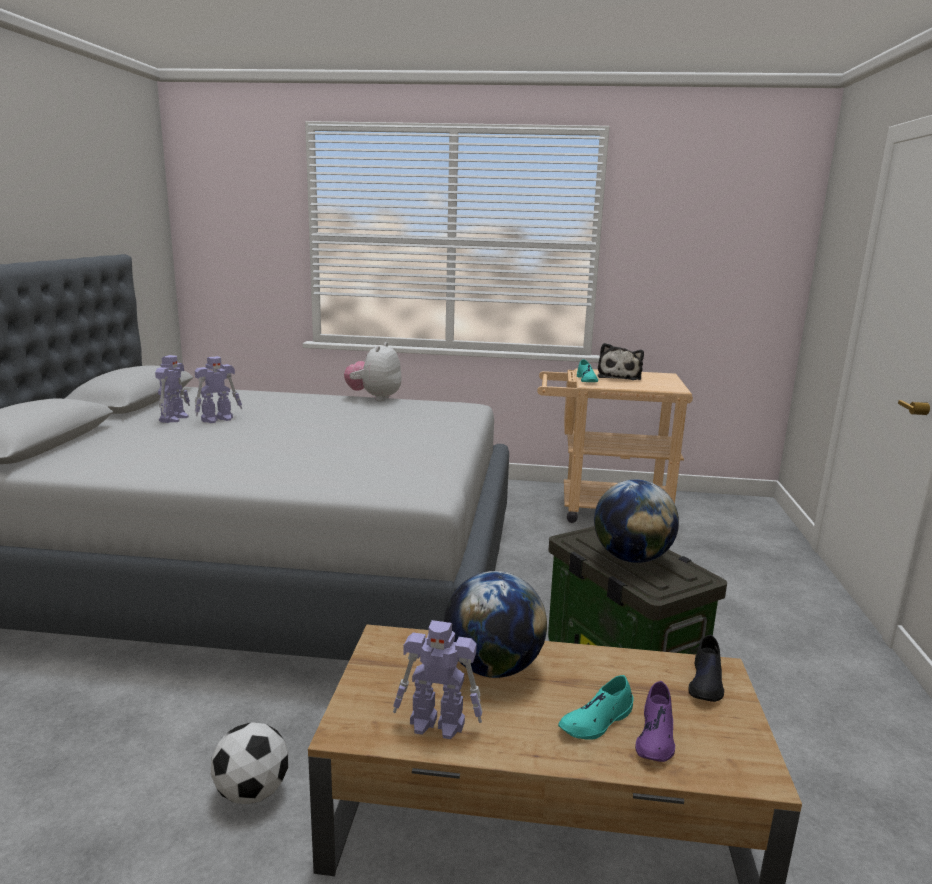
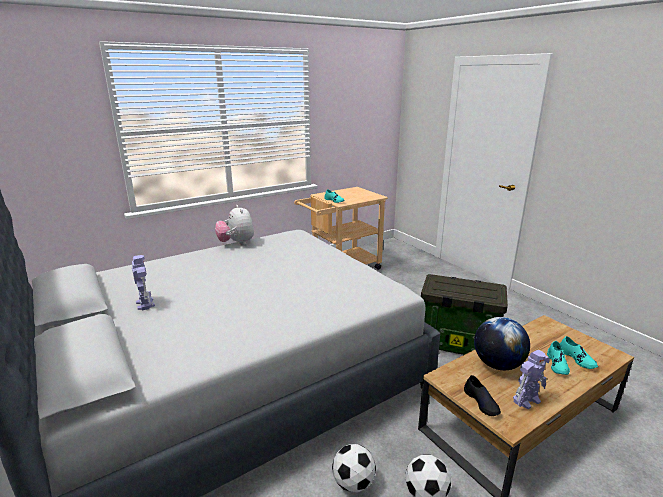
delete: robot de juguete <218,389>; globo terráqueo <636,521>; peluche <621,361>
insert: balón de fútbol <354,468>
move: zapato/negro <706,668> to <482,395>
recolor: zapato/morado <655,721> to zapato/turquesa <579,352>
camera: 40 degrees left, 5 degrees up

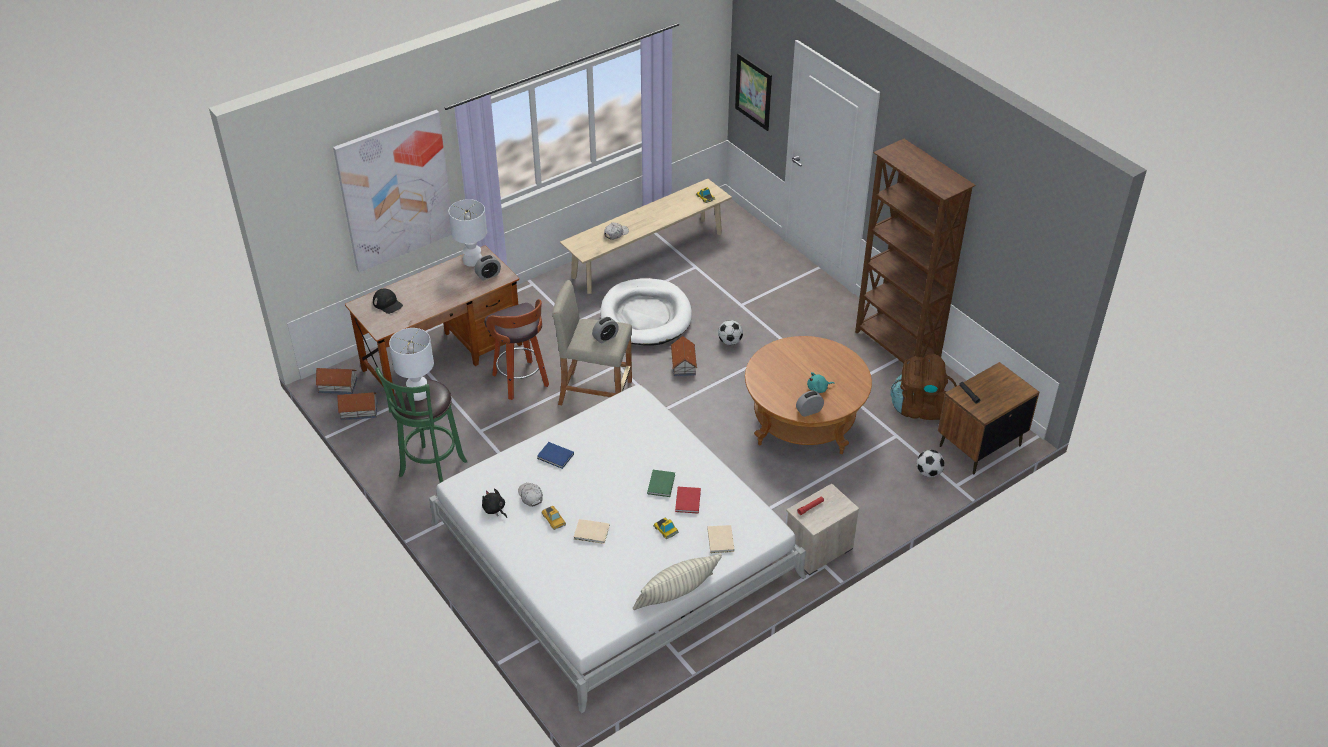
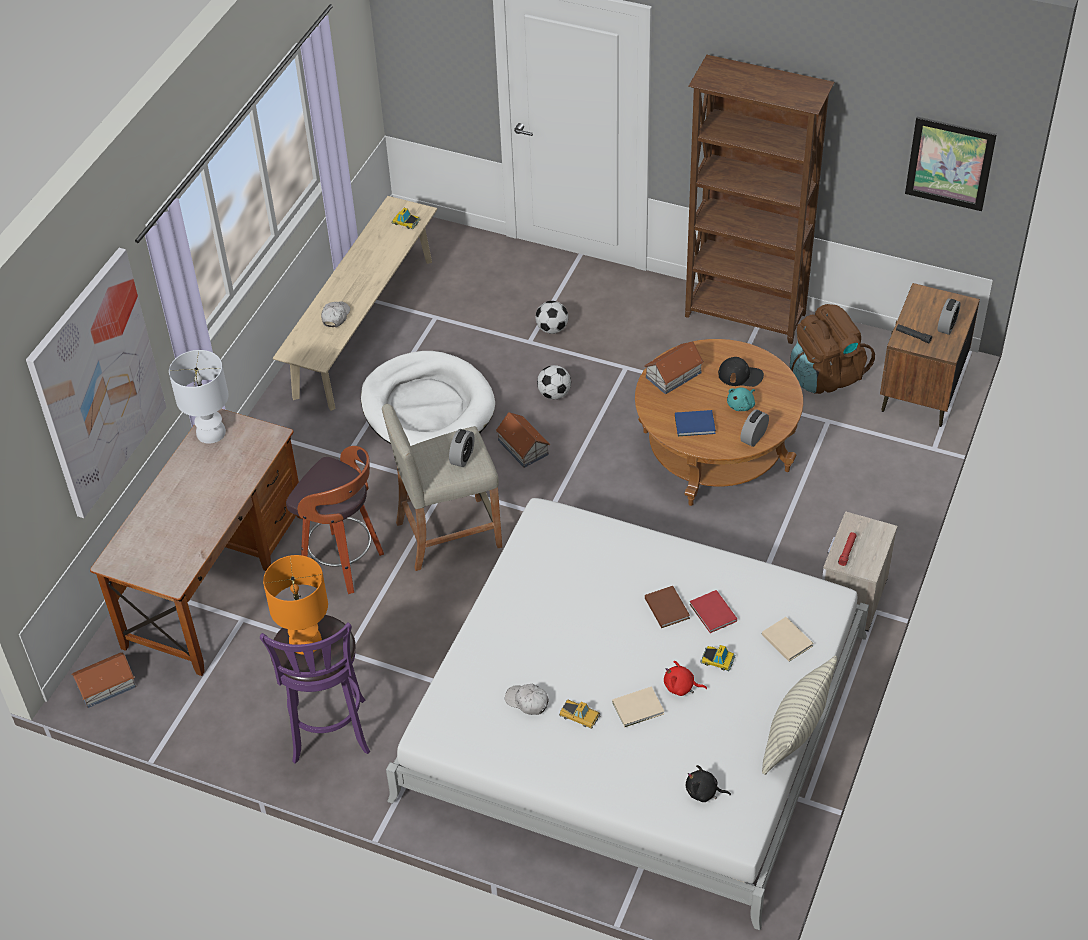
insert: peluche/rojo <685,678>
move: casita <357,406> to <674,368>; gorra/negro <388,301> to <741,372>; despertador <487,267> to <949,317>; peluche/negro <494,503> to <708,783>; libro/azul <555,455> to <695,423>; cuadro <753,92> to <951,164>; balón de fútbol <931,463> to <551,317>
recolor: taburete/verde <421,425> to taburete/morado <315,689>; lámpara de mesa/blanco <411,364> to lámpara de mesa/naranja <295,605>; libro/verde <661,483> to libro/marrón <667,607>
camera: 30 degrees left, 5 degrees up

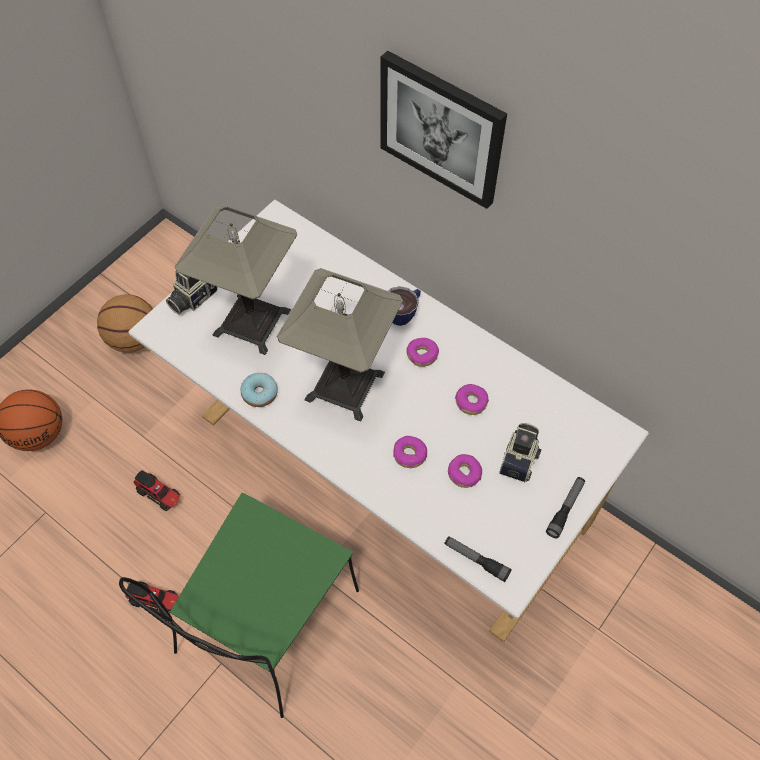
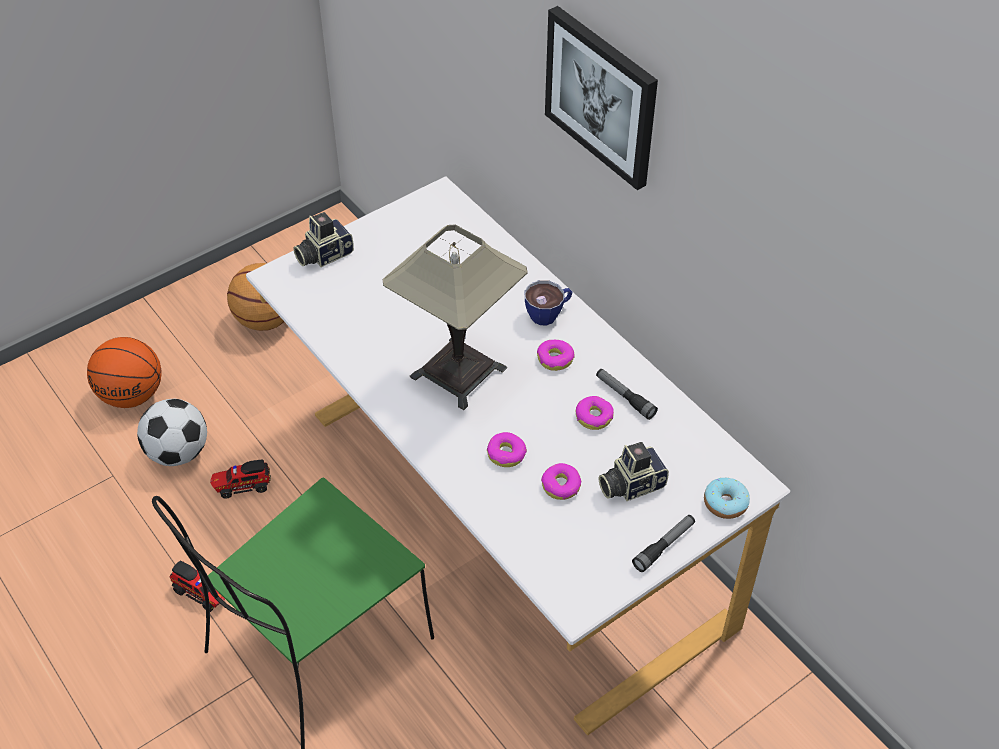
delete: lámpara de mesa <236,279>
insert: balón de fútbol <172,432>
move: rosquilla <259,390> to <727,498>; linterna <478,559> to <627,394>
rotate: camión de juguete <156,490> = <240,479> 120 degrees clockwise; cámara <520,452> = <634,471> 150 degrees counterclockwise
camera: 15 degrees right, 10 degrees down

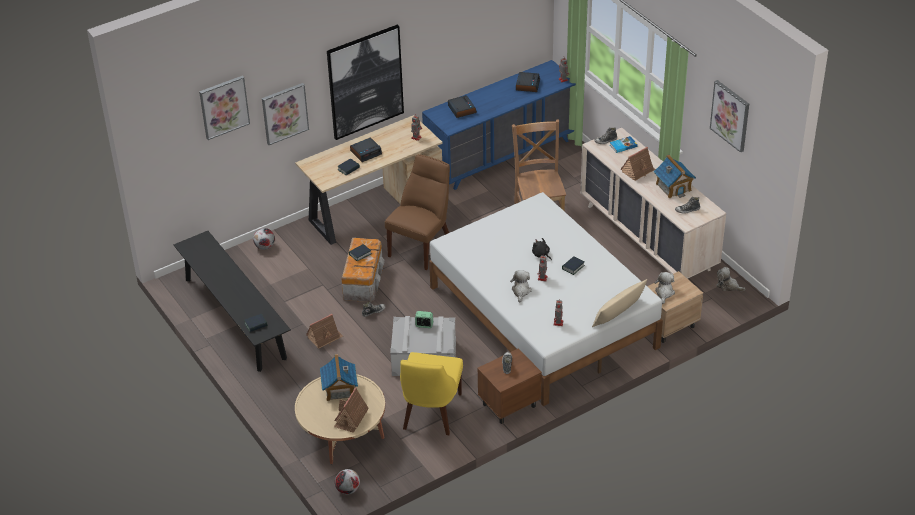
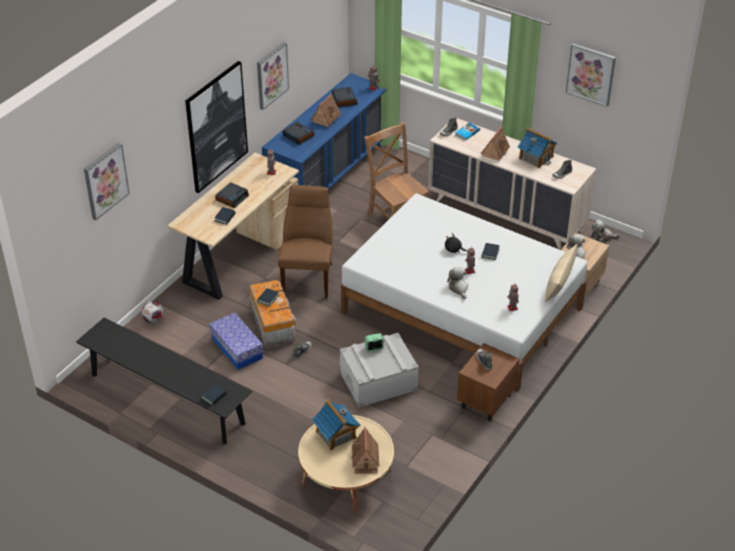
delete: balón de fútbol <347,482>; silla/amarillo <431,393>
insert: caja de almacenaje <236,341>
move: cuadro <285,114> to <273,76>; casita <324,331> to <326,110>
camera: 25 degrees left, 0 degrees up

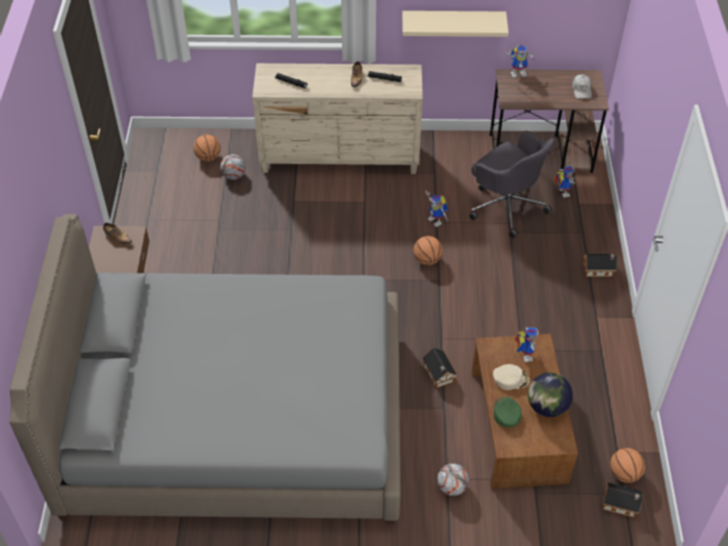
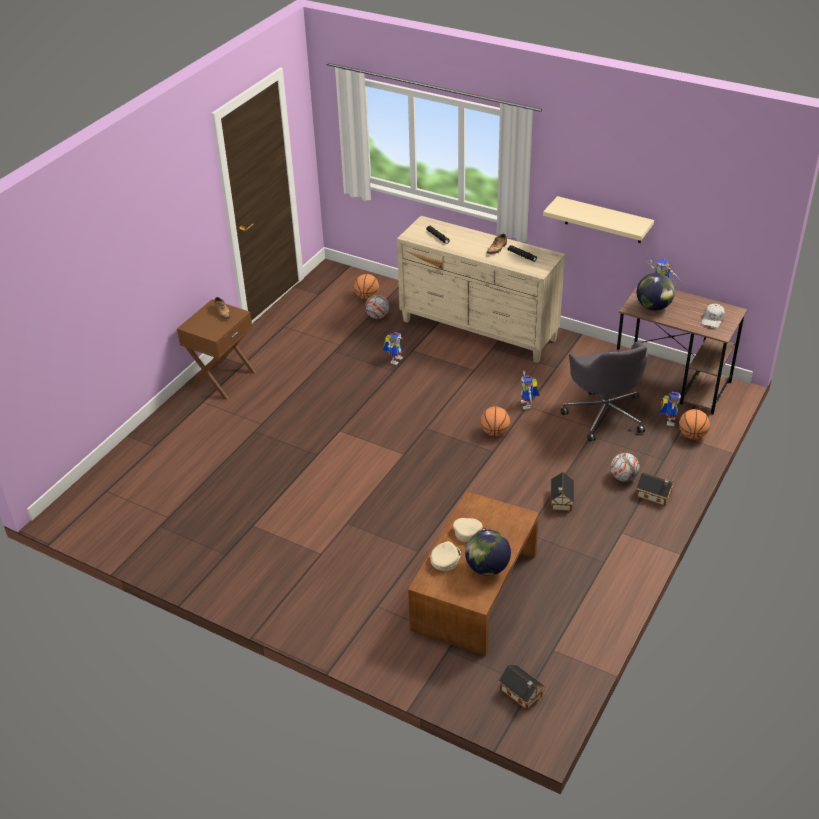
delete: cama/gris <204,369>
insert: globo terráqueo <656,292>
move: casita <440,368> to <562,491>; balón de fútbol <453,479> to <625,467>; robot de juguete <527,344> to <393,348>; balón de baloncesto <627,465> to <694,424>
recolor: gorra/verde <508,412> to gorra/beis <445,556>
camera: 30 degrees right, 10 degrees down

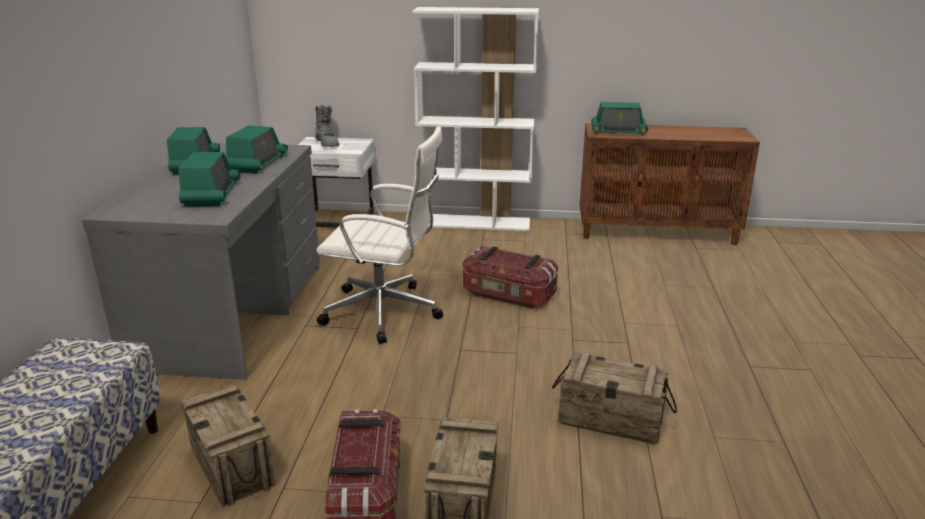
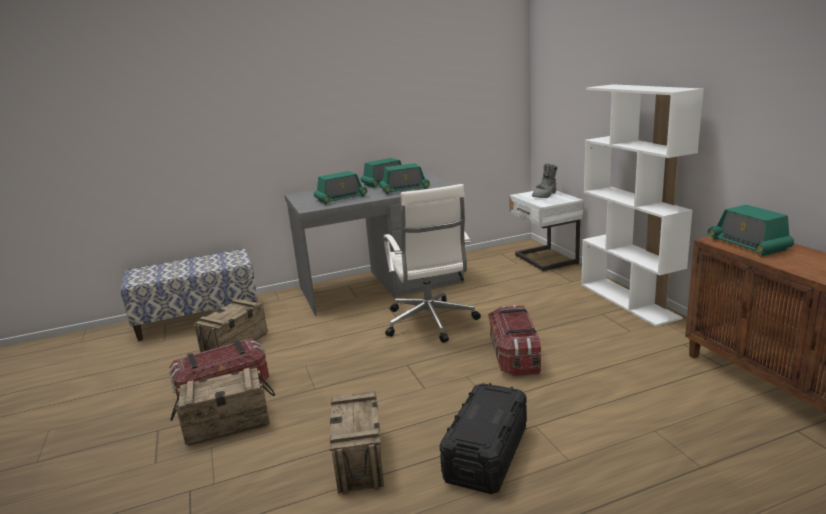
insert: caja de almacenaje/negro <483,438>
camera: 65 degrees right, 5 degrees down

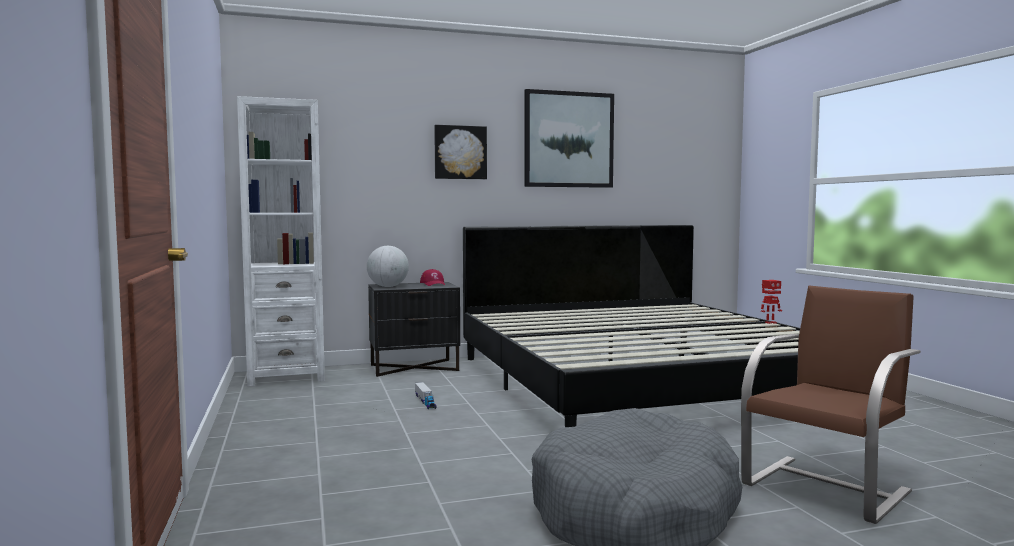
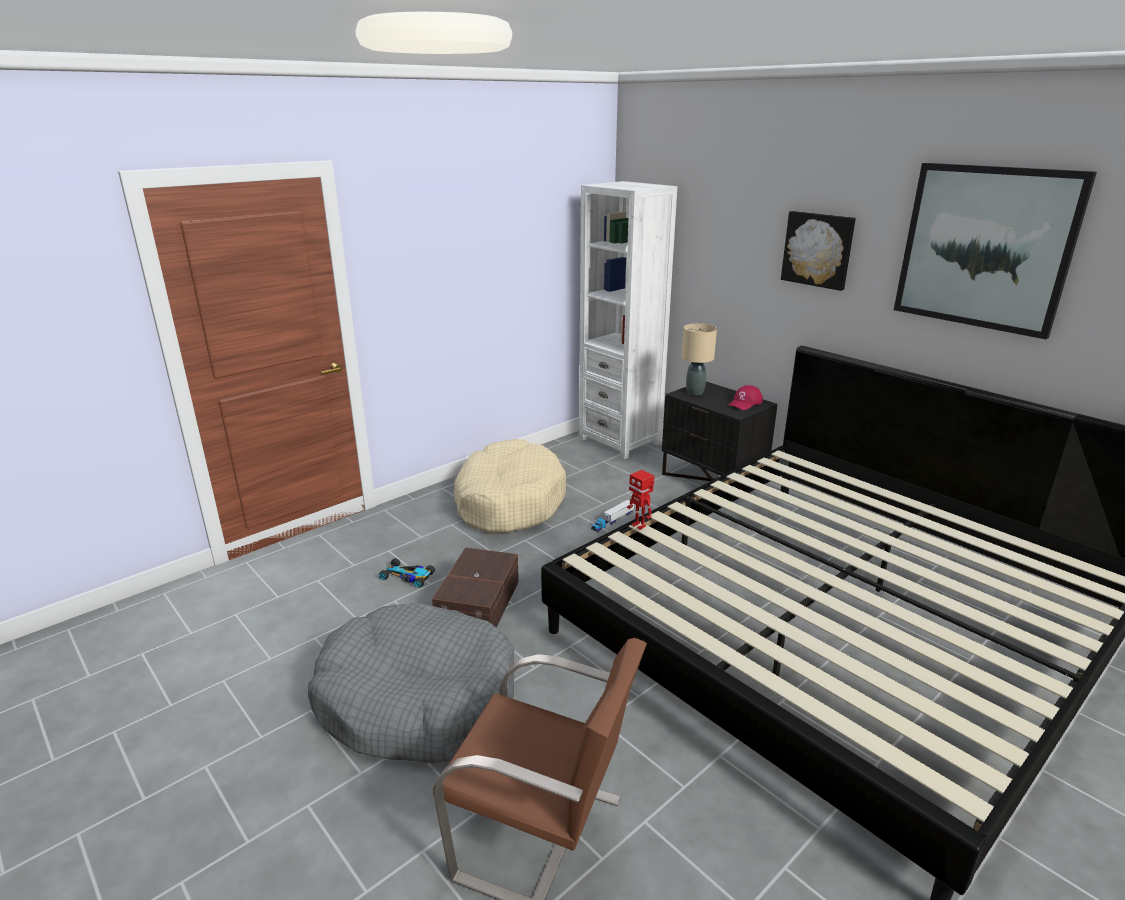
insert: coche de juguete <407,573>; caja de almacenaje/marrón <475,587>; cama para perro/beis <510,486>
move: robot de juguete <771,302> to <640,500>
replace: globo terráqueo <388,266> to lámpara de mesa/beis <699,359>
camera: 65 degrees right, 20 degrees up

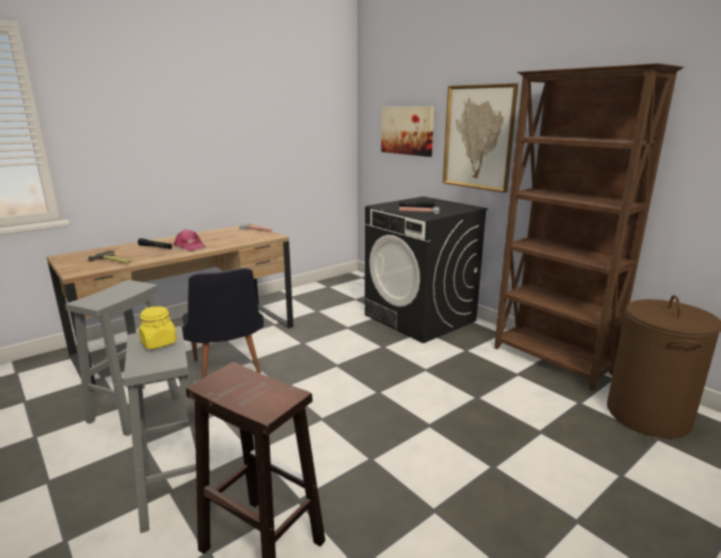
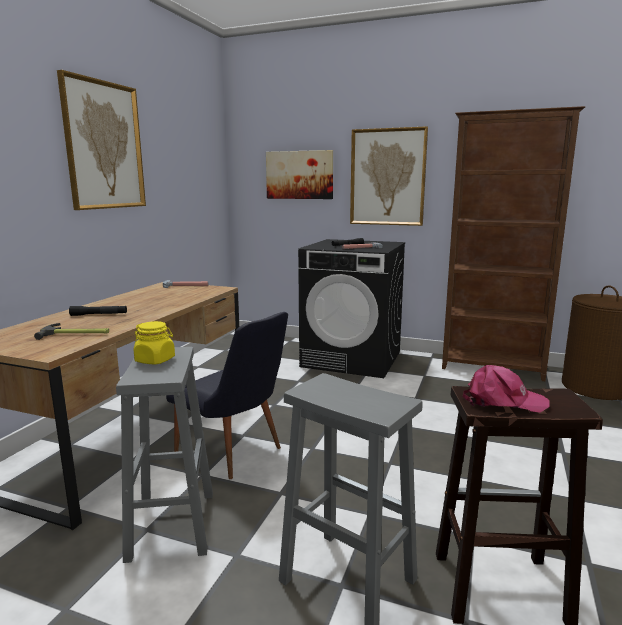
insert: cuadro <101,140>
move: tarro/amarillo <158,327> to <154,342>; gorra/rosa <189,240> to <506,389>
camera: 30 degrees left, 5 degrees down

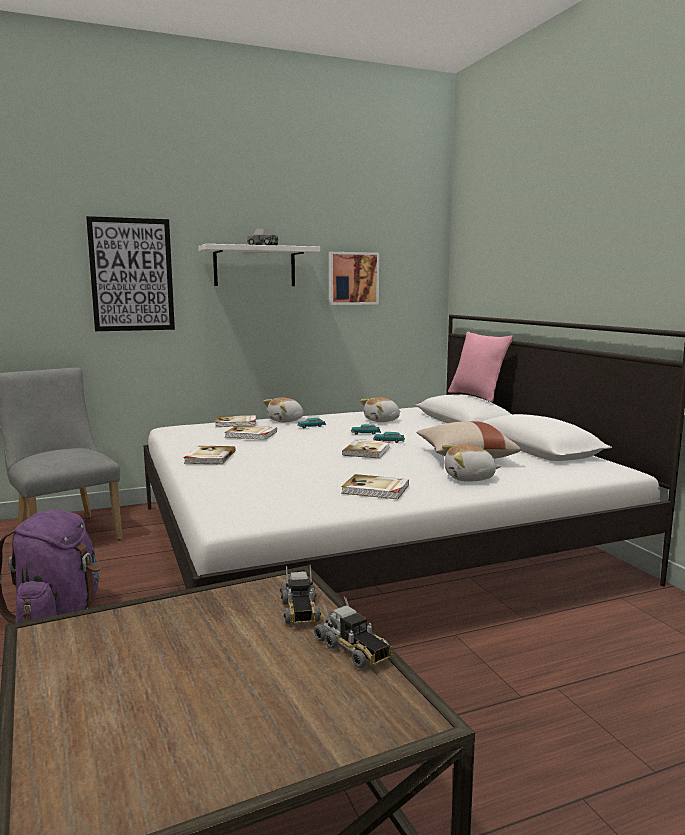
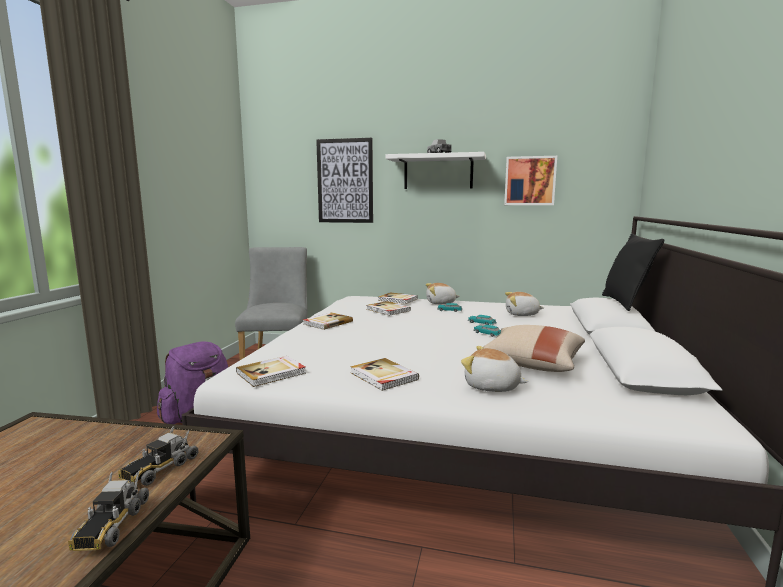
move: libro <366,448> to <271,371>
recolor: cojín/rosa <480,367> to cojín/negro <633,272>
camera: 35 degrees right, 0 degrees up

